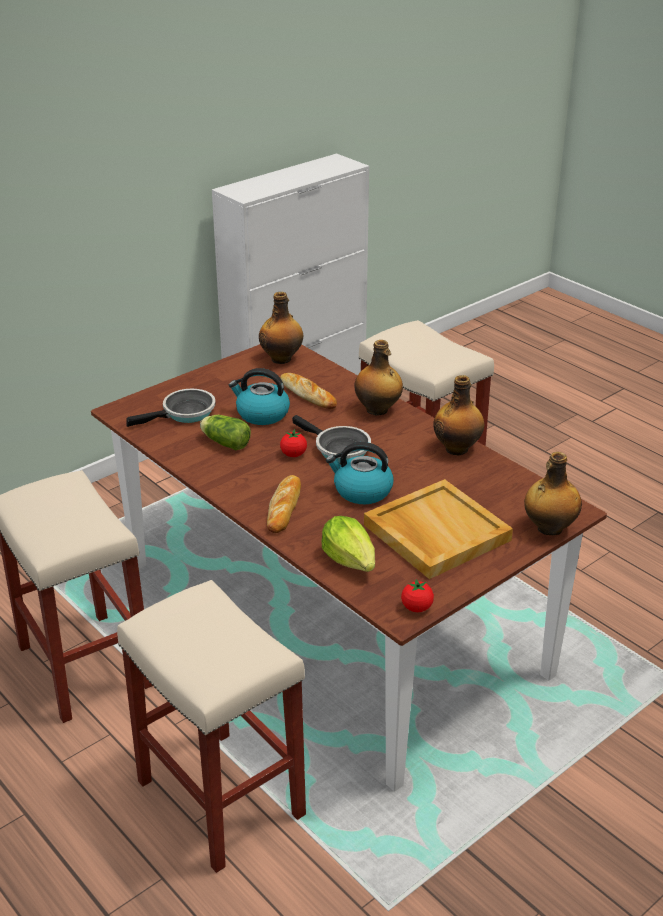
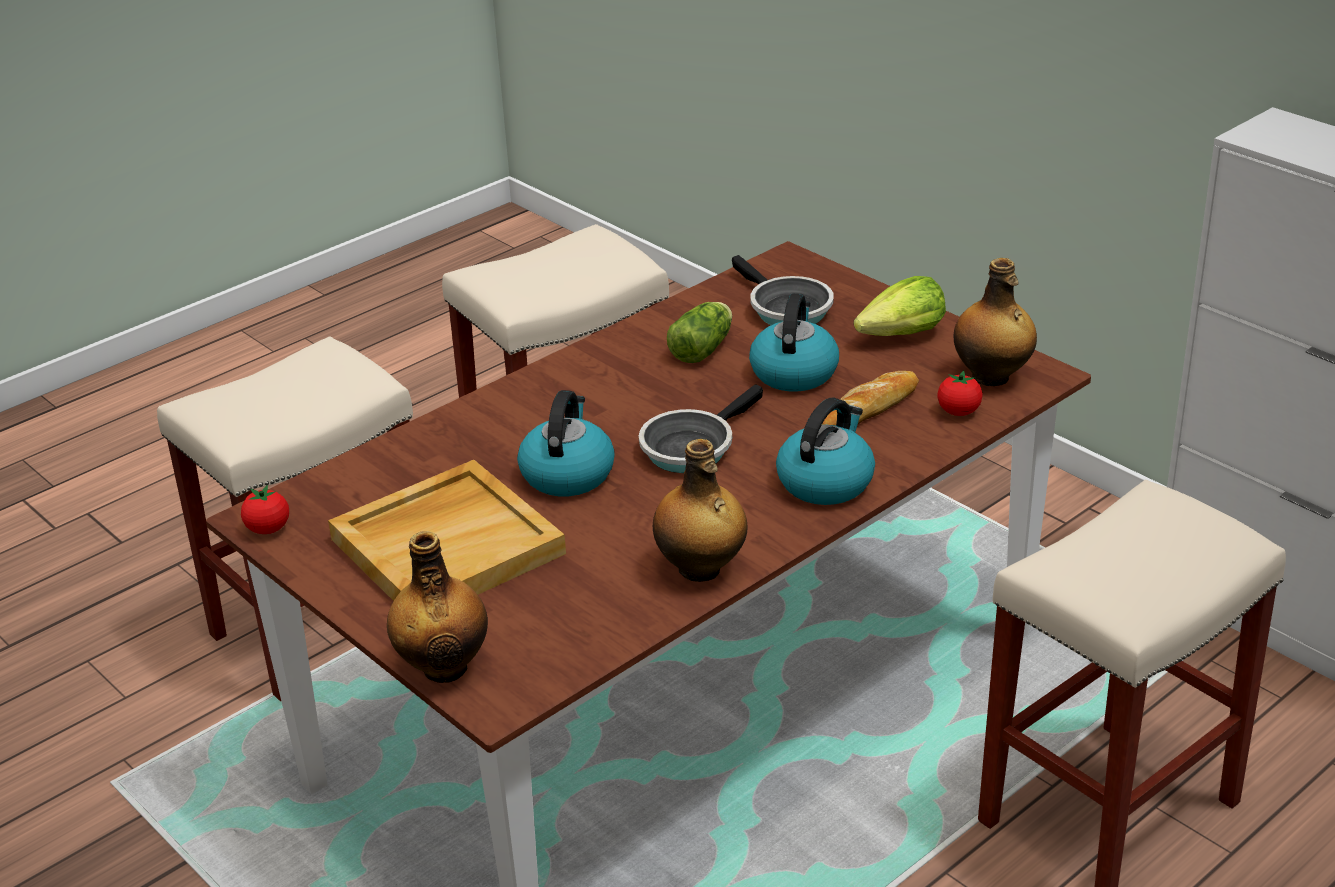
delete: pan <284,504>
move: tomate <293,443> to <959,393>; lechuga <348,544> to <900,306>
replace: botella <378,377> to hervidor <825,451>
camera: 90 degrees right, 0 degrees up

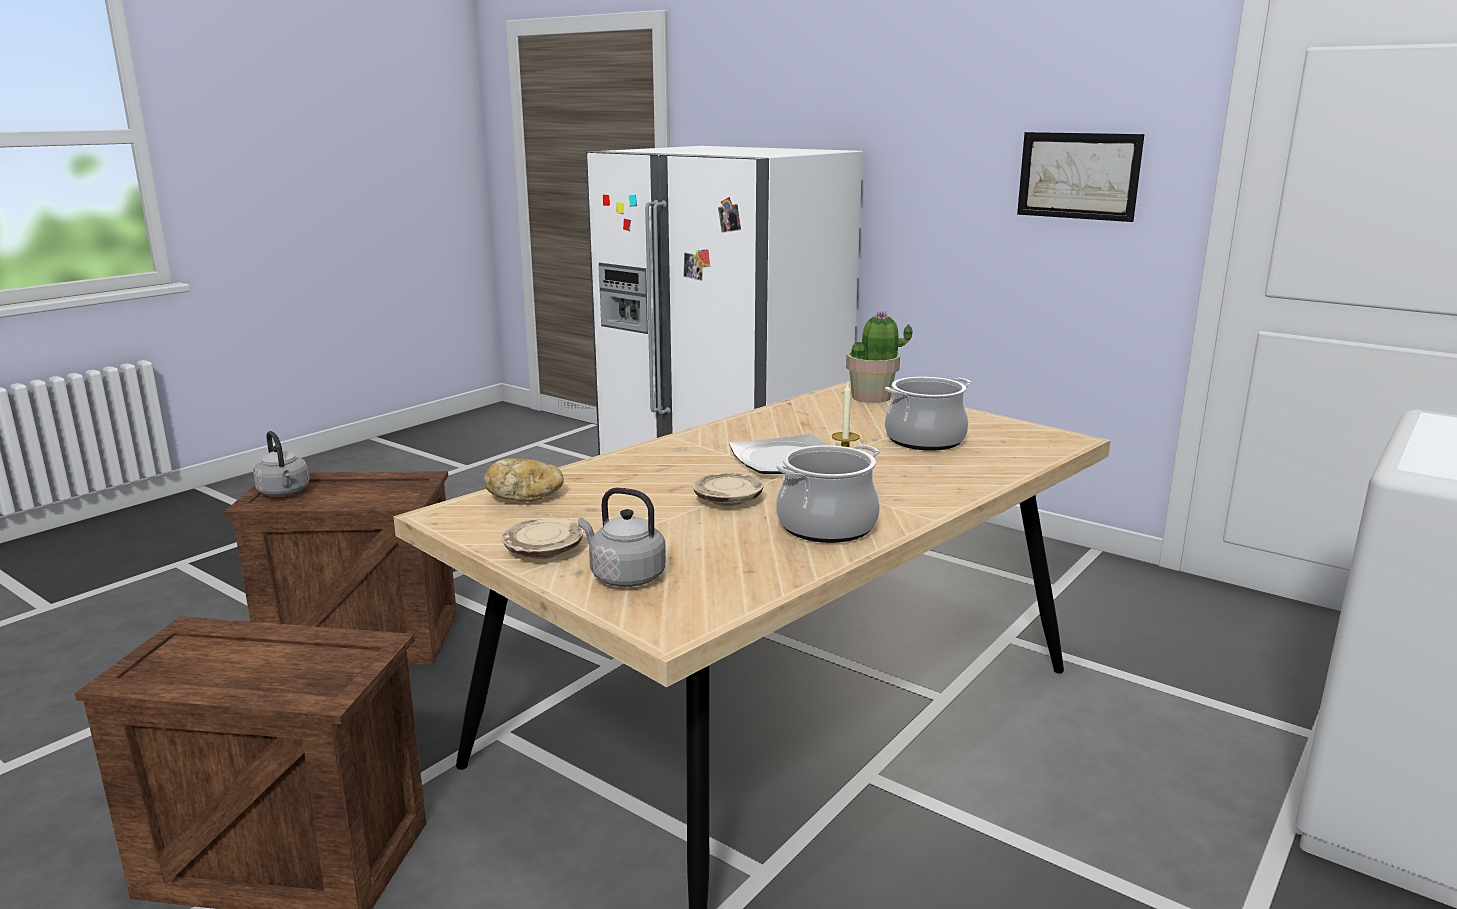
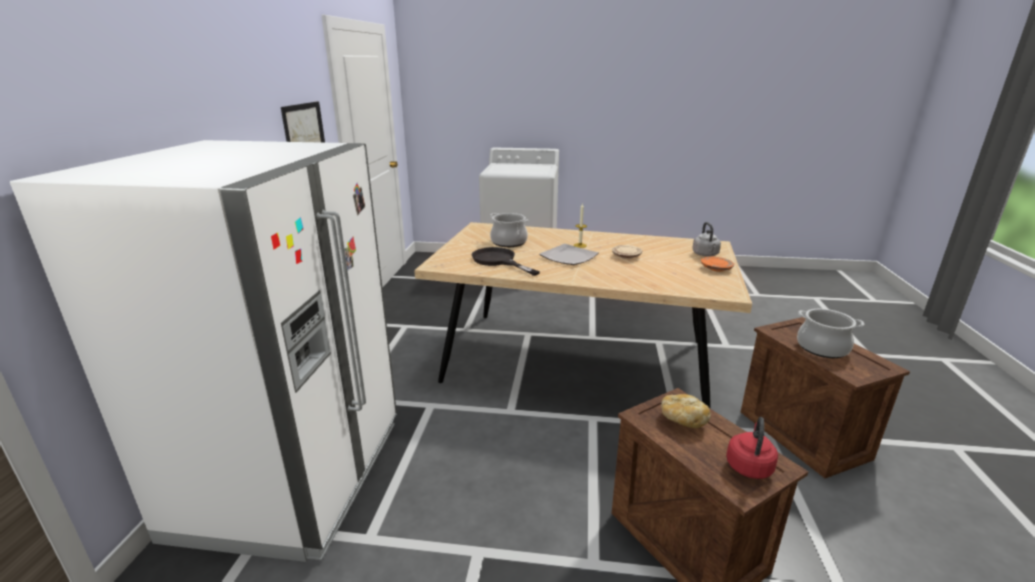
delete: planta en maceta <879,357>
insert: sartén/negro <506,261>
move: pan <524,480> to <686,411>; olla <828,494> to <830,333>
recolor: hervidor/gris <281,463> to hervidor/rojo <752,448>; plato/beis <543,538> to plato/naranja <717,264>
camera: 120 degrees left, 5 degrees up

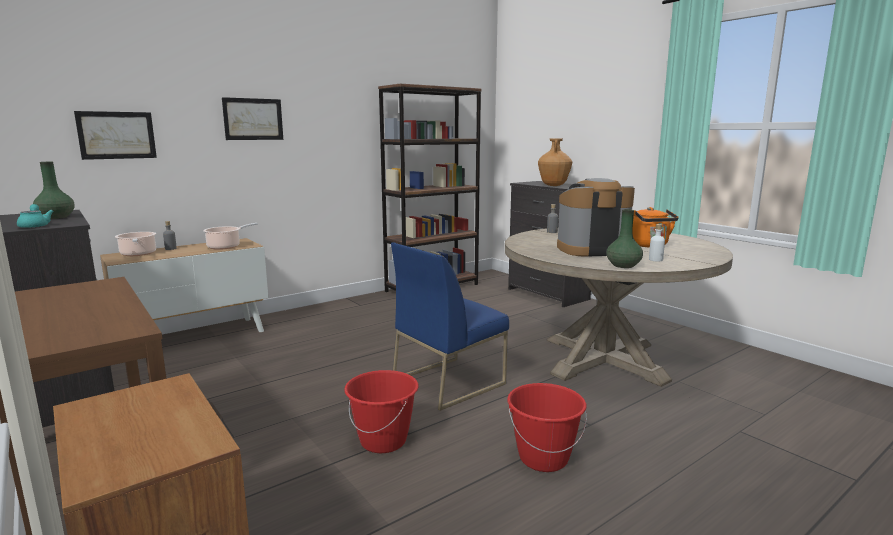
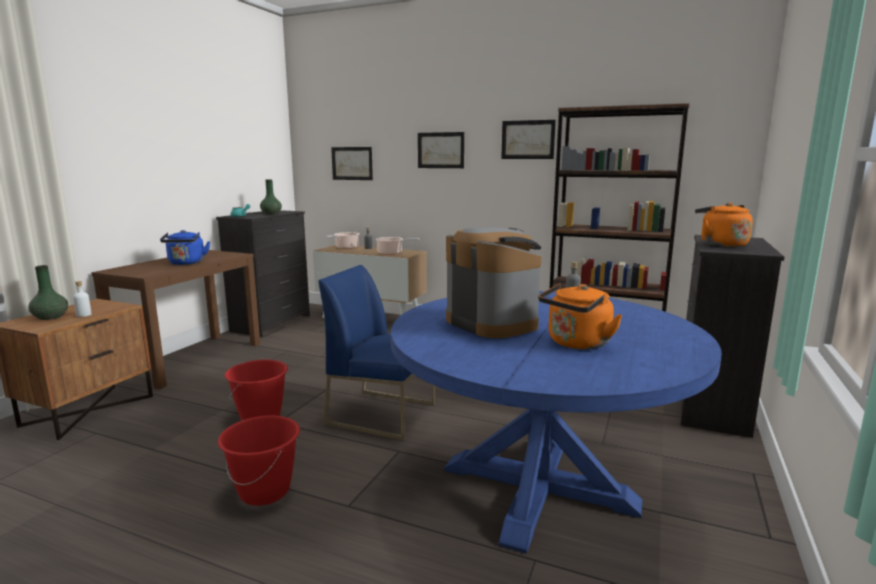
insert: hervidor/azul <185,247>; cuadro <528,139>
move: florero/verde <624,238> to <48,292>; botella/blanco <657,242> to <82,299>
replace: florero/marrón <555,162> to hervidor/naranja <724,225>
recolor: mesa de comedor/beis <619,307> to mesa de comedor/azul <556,422>
camera: 60 degrees right, 0 degrees up

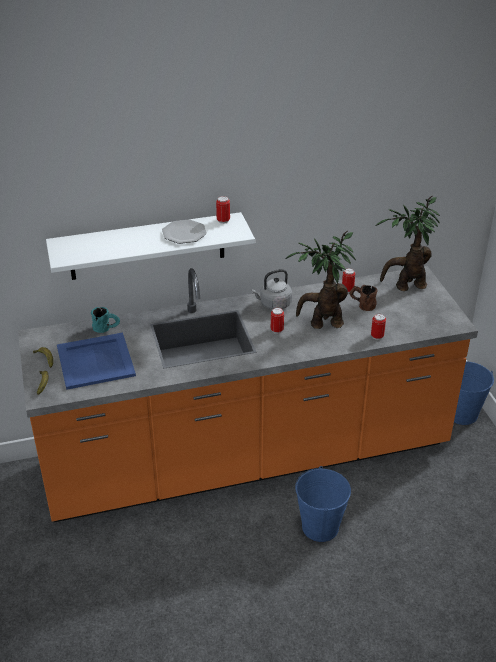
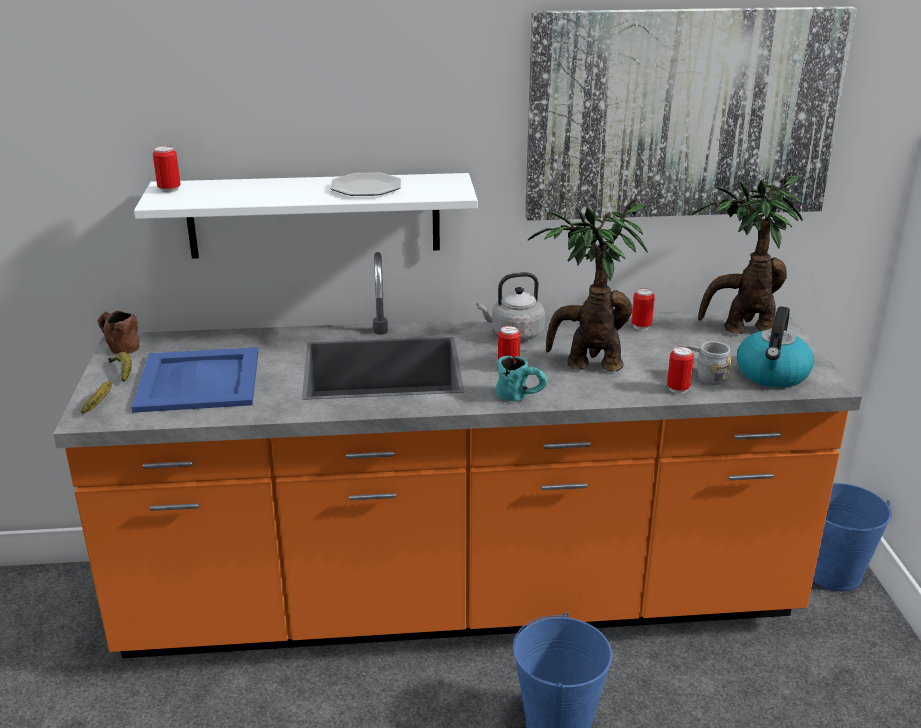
insert: cuadro <691,114>; taza grande/gris <708,363>; hervidor <775,346>
move: taza grande/turquesa <105,320> to <521,378>; lata <223,210> to <167,169>; taza grande/marrón <363,298> to <119,332>
camera: 10 degrees right, 10 degrees down

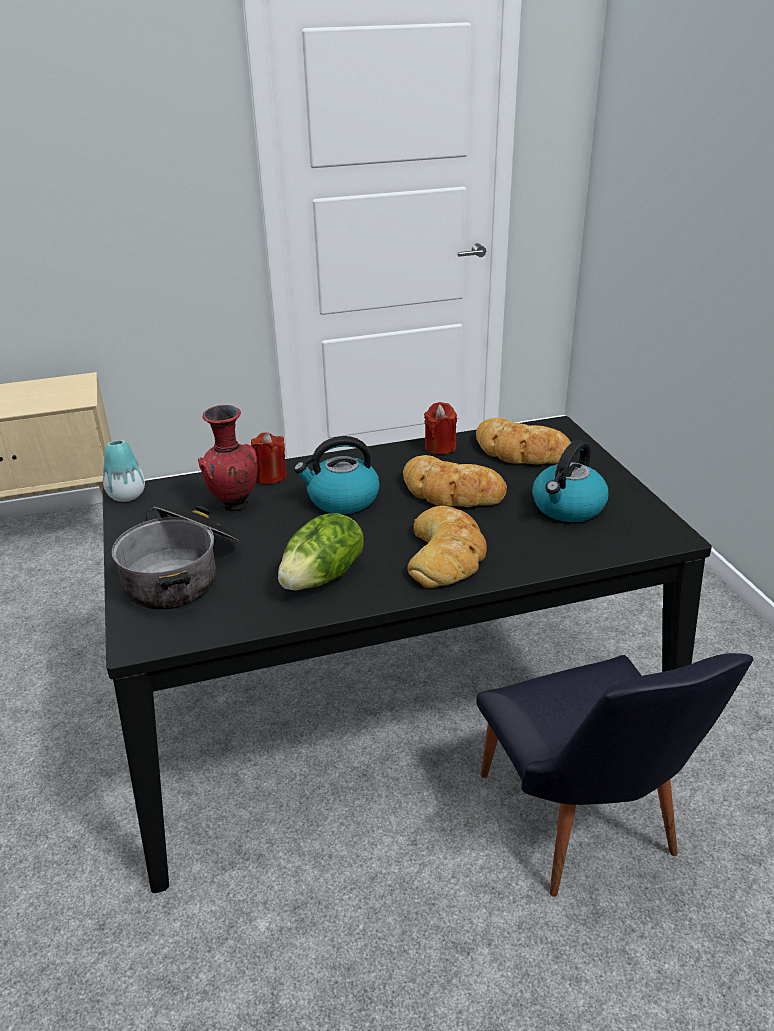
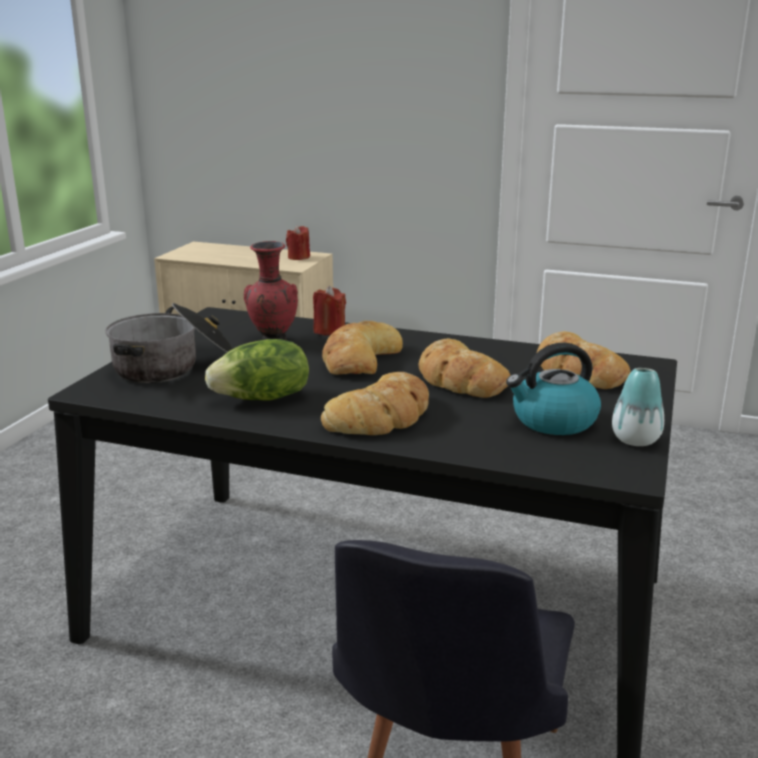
move: florero <124,471> to <638,407>; vela/rojo <440,428> to <298,242>
replace: hervidor <337,475> to pan <362,347>
camera: 35 degrees right, 10 degrees down

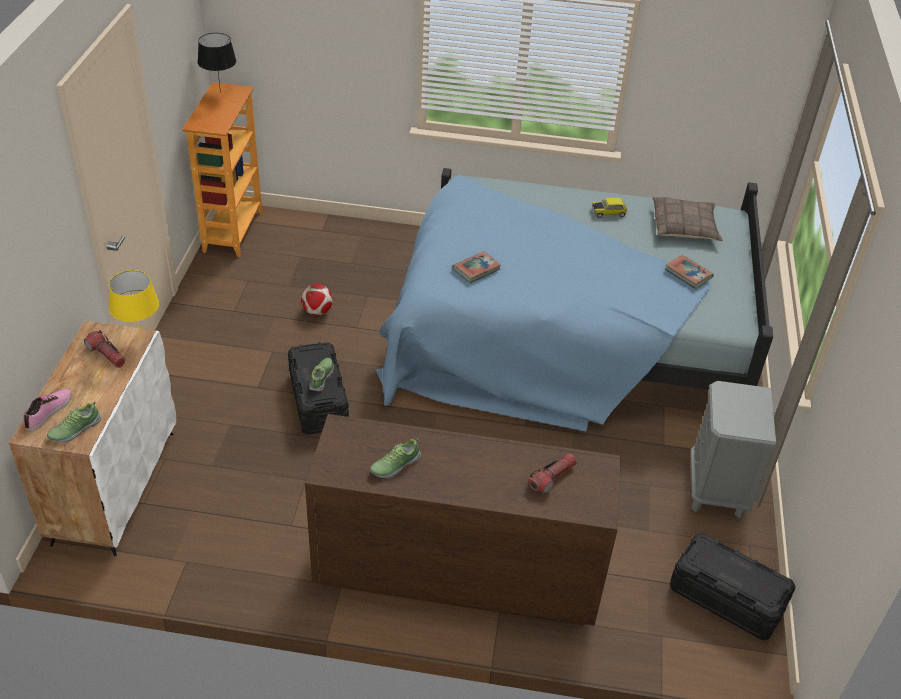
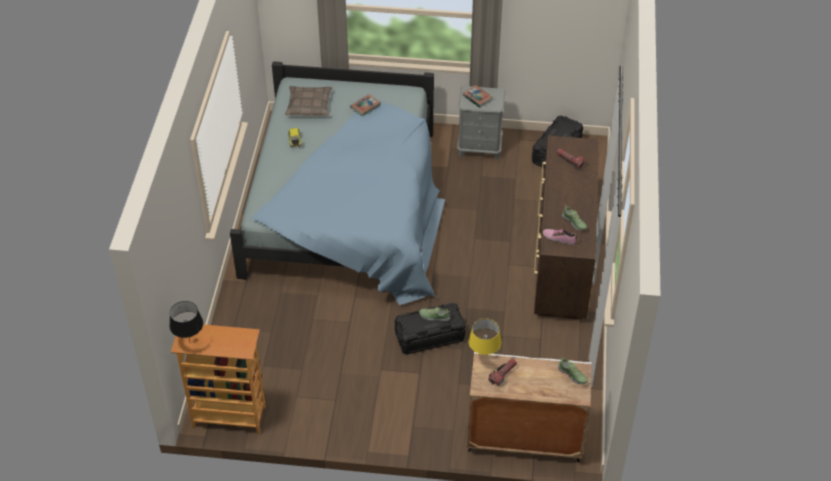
delete: balón de fútbol <317,300>
move: zapato <47,409> to <560,237>; libro <477,267> to <478,96>
camera: 90 degrees left, 5 degrees up

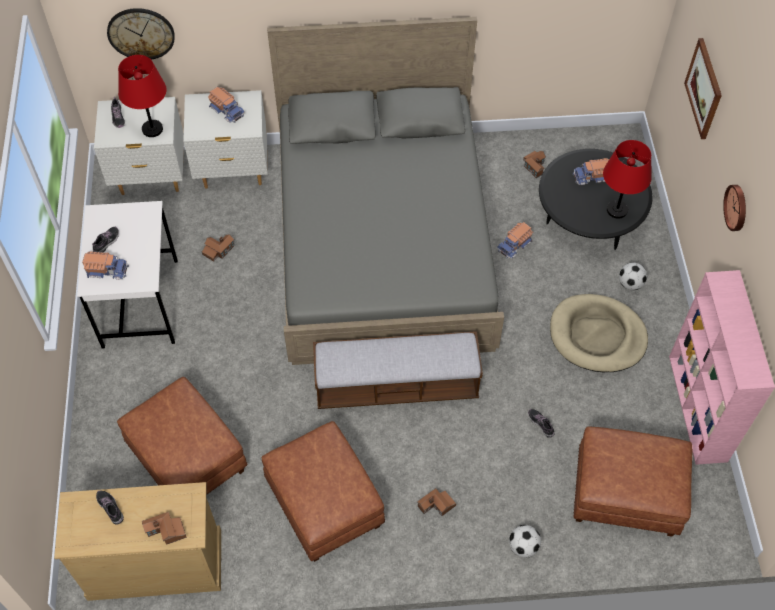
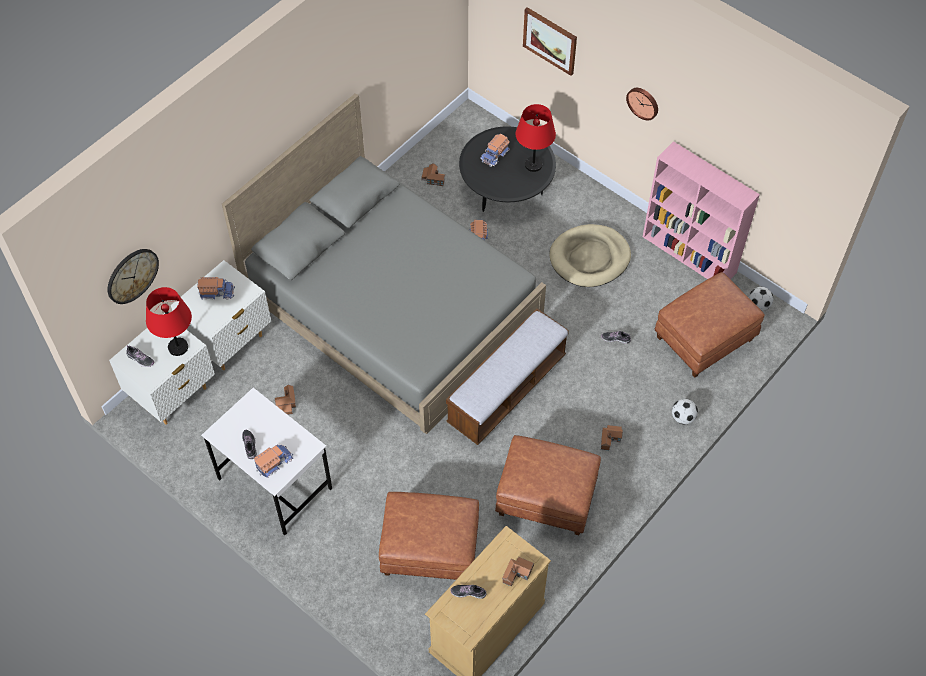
move: balón de fútbol <633,276> to <761,299>
camera: 45 degrees left, 0 degrees up

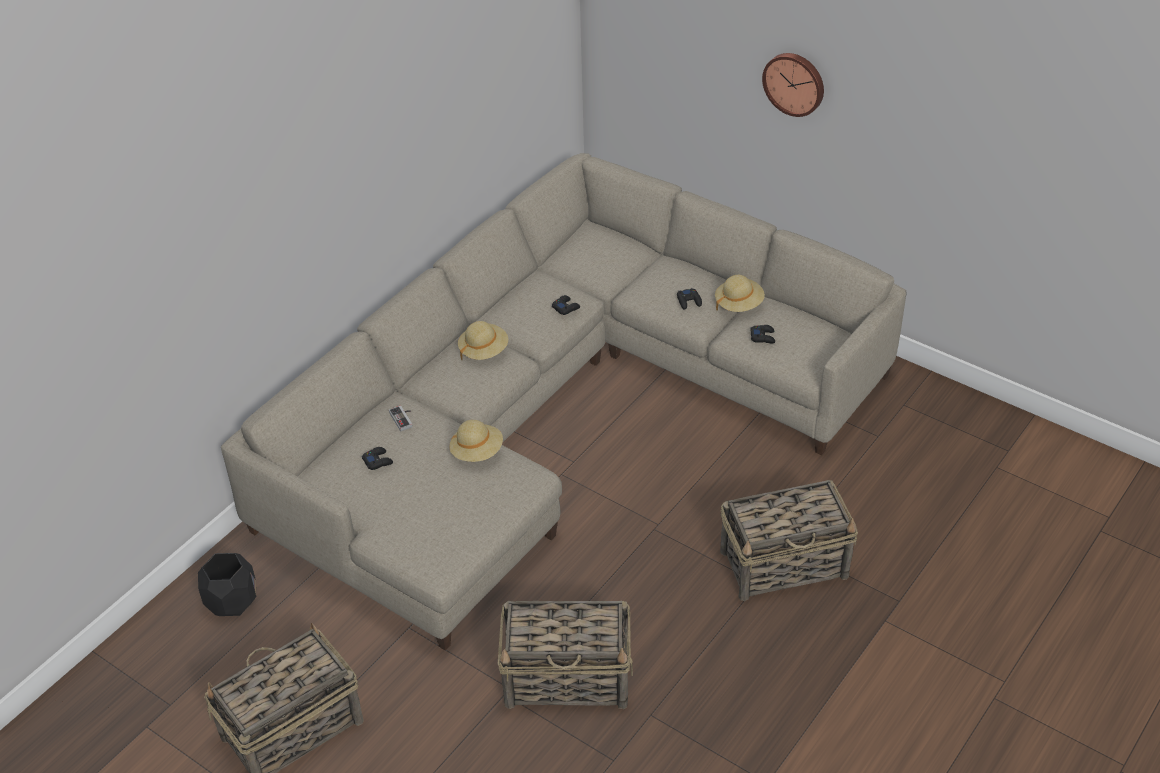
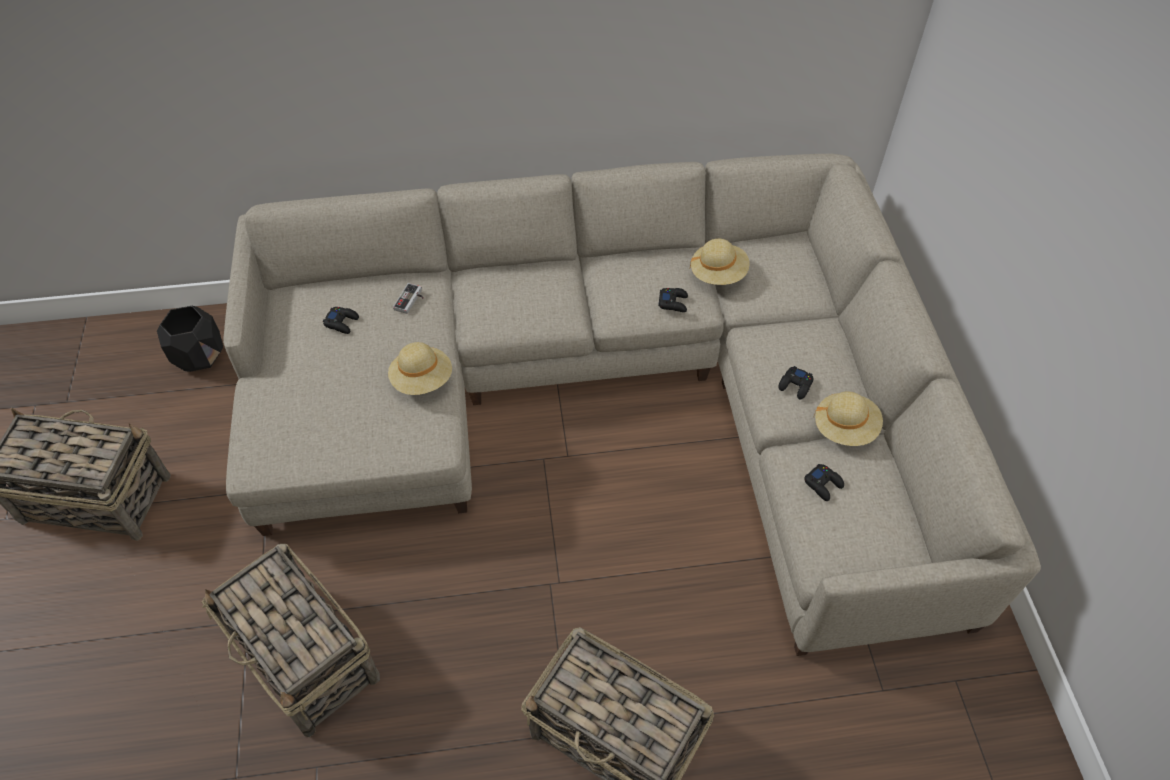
delete: reloj de pared <793,85>
move: sombrero/beis <483,340> to <720,262>
camera: 45 degrees right, 10 degrees up

